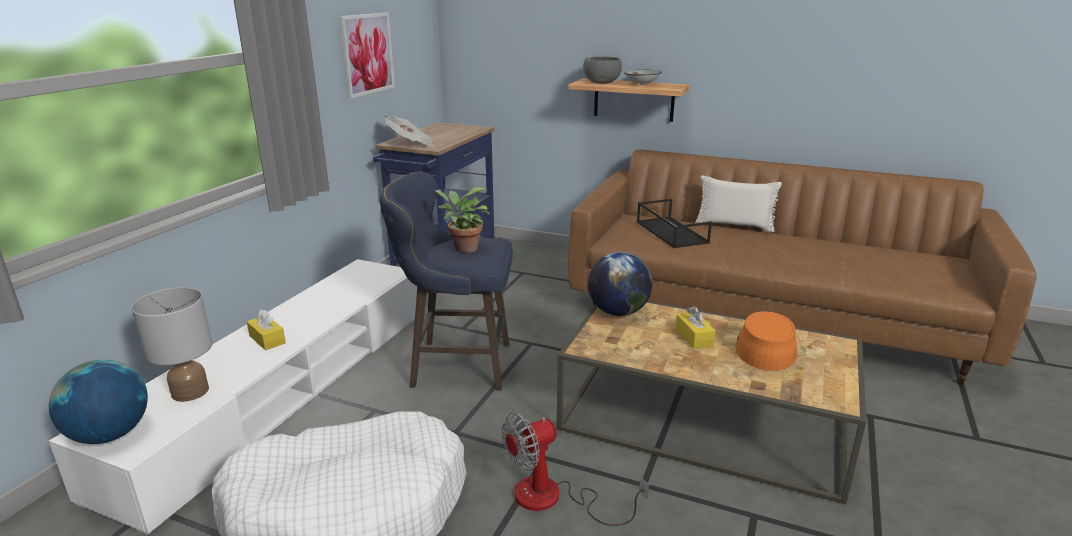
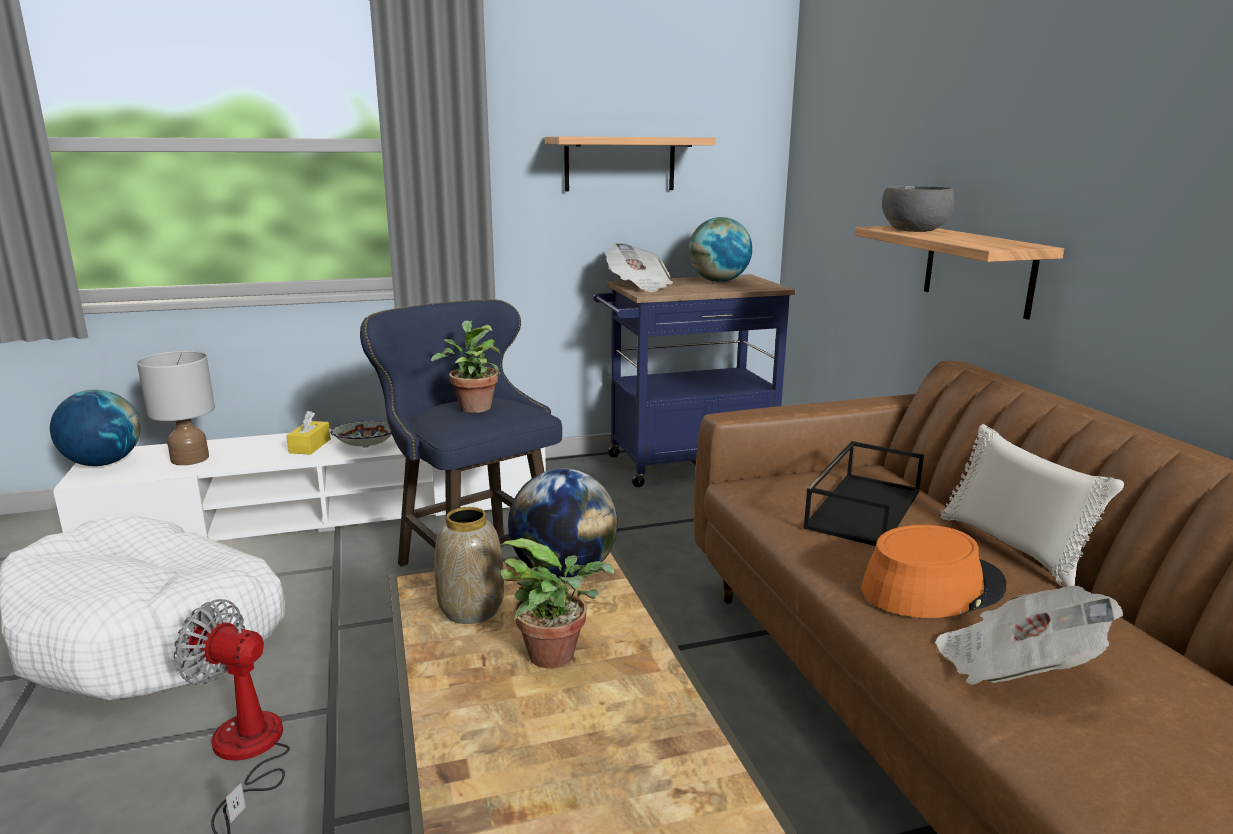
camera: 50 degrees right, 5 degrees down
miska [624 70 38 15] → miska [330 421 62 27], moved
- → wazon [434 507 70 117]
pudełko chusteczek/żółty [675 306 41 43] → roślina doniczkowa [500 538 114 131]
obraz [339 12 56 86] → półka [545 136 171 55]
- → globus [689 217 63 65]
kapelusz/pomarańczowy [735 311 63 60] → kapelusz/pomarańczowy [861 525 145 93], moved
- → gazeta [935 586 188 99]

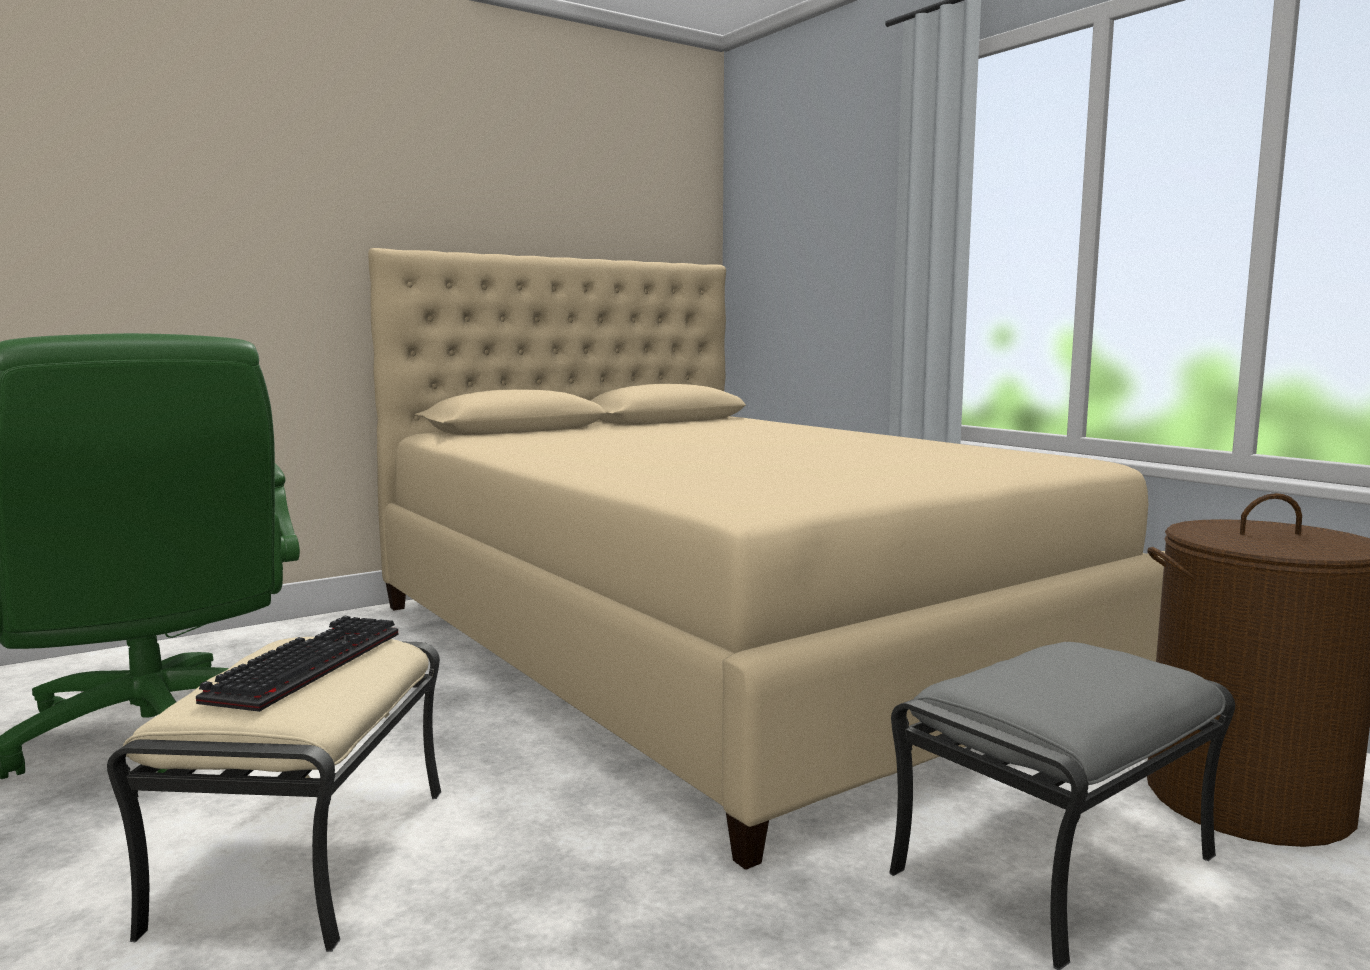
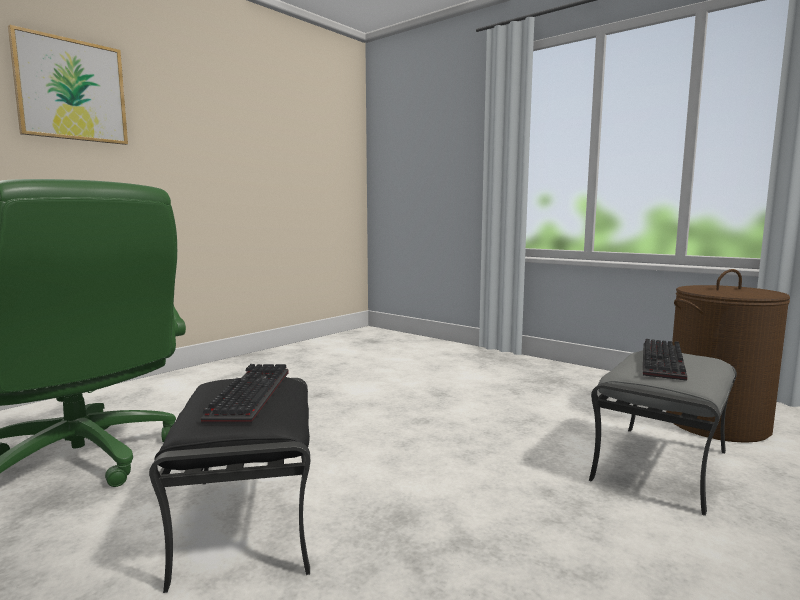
camera: 15 degrees left, 0 degrees up
- → obraz [8 25 120 120]
pufa/beżowy [107 637 334 315] → pufa/czarny [149 377 161 216]
- → klawiatura [643 339 44 42]
łóżko/beżowy [368 248 797 622] → -

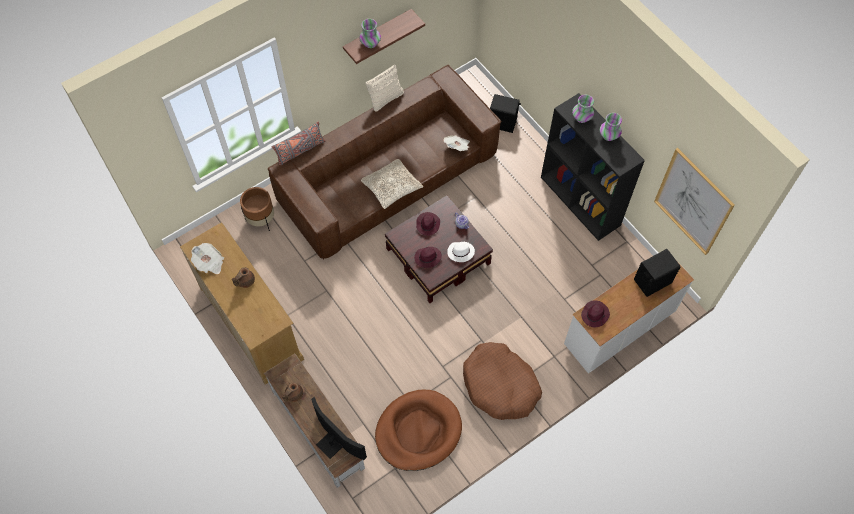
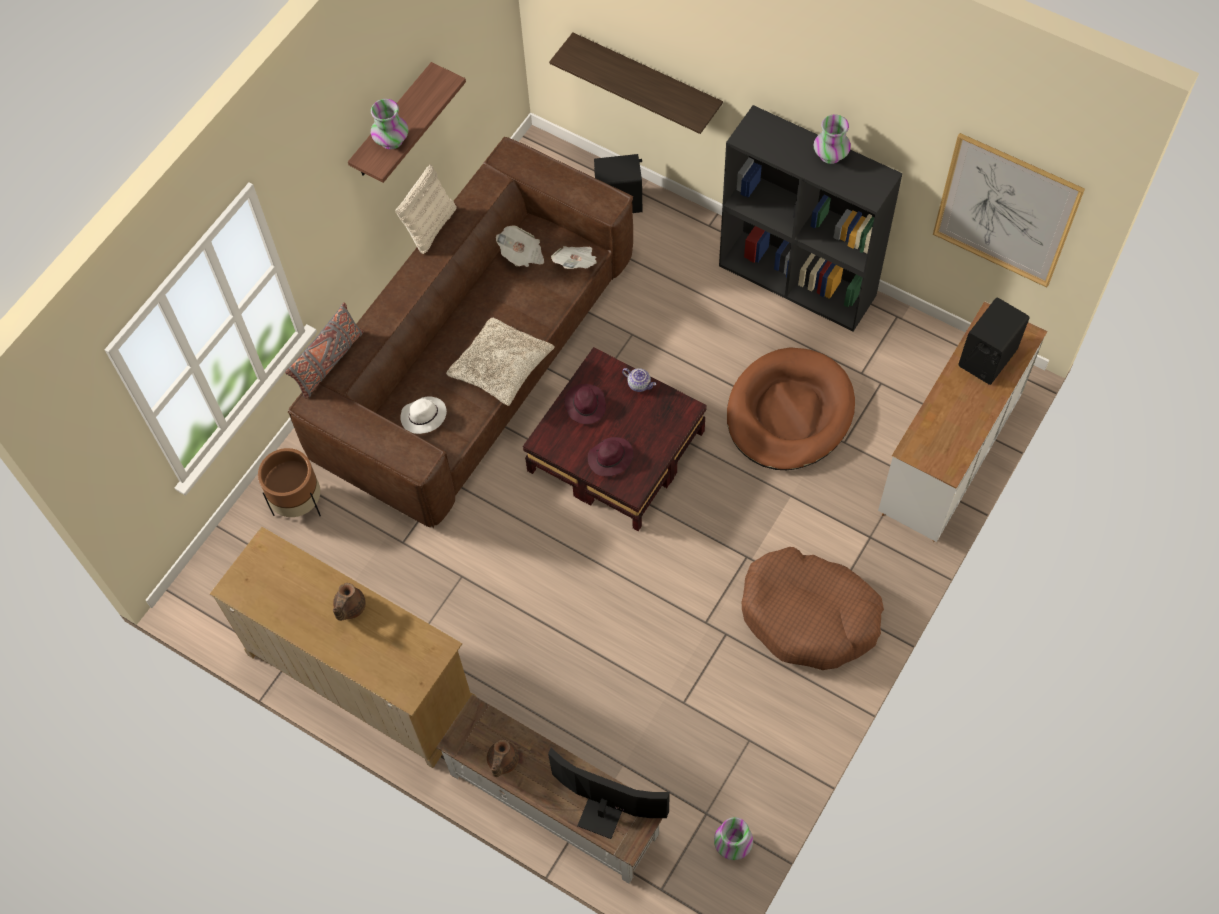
camera: 20 degrees left, 0 degrees up
kapelusz/biały [447 242 28 20] → kapelusz/biały [400 397 47 37], moved
gazeta [191 243 33 31] → gazeta [496 225 48 42], moved
- → półka [549 33 174 101]
wazon [572 95 22 28] → wazon [714 817 39 43], moved
legowisko/brązowy [375 390 87 81] → legowisko/brązowy [727 347 128 123], moved
kapelusz/fioletowy [581 300 29 27] → -

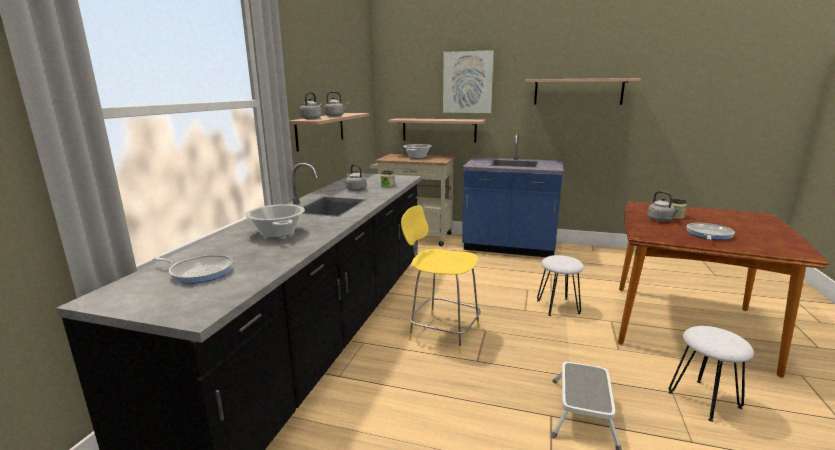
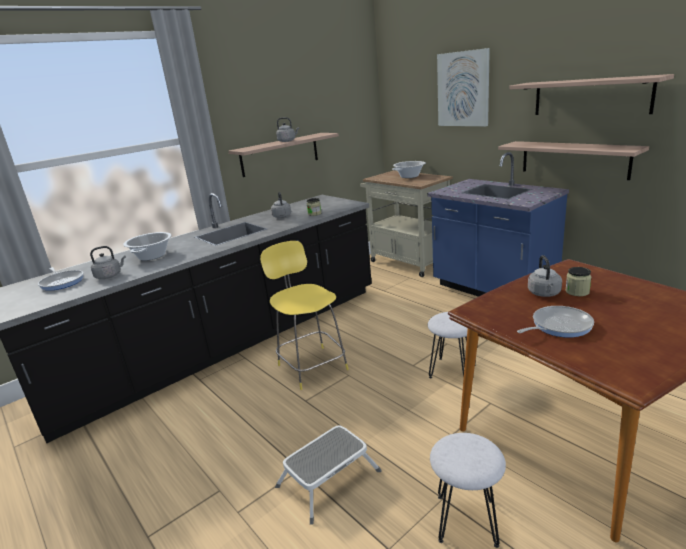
camera: 35 degrees right, 5 degrees up
czajnik/szary [300 92 22 28] → czajnik/szary [90 246 36 33], moved
półka [388 118 97 24] → półka [498 141 151 39], moved

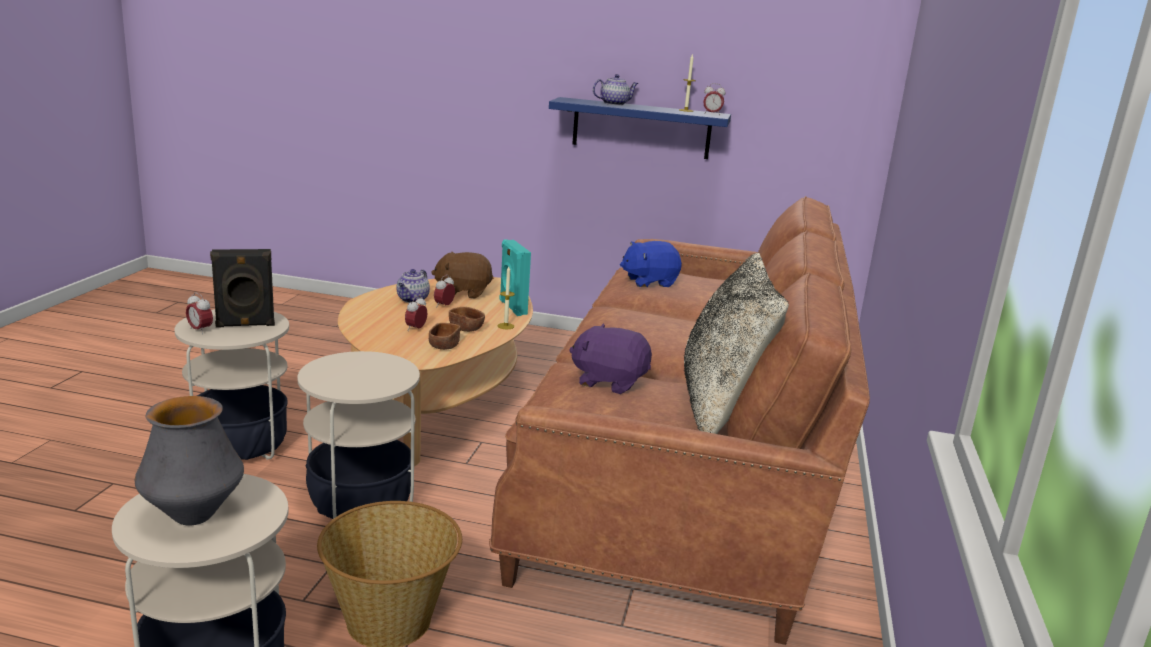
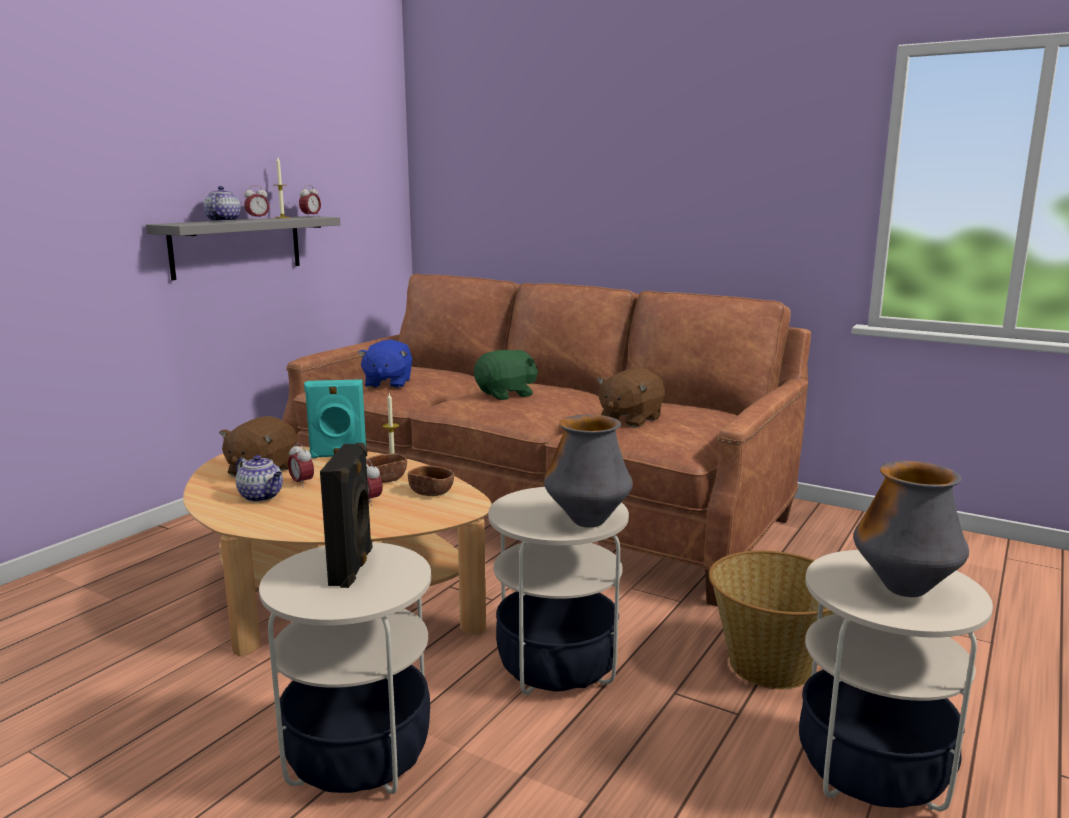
camera: 70 degrees left, 5 degrees down
półka/niebieski [549 97 182 62] → półka/szary [146 216 195 64]
budzik [186 292 27 42] → budzik [244 186 25 34], moved
- → pluszak/zielony [474 350 64 50]
- → wazon [544 415 89 113]
pluszak/fioletowy [569 324 83 70] → pluszak/brązowy [597 368 68 59]
poduszka/beżowy [684 252 105 182] → -

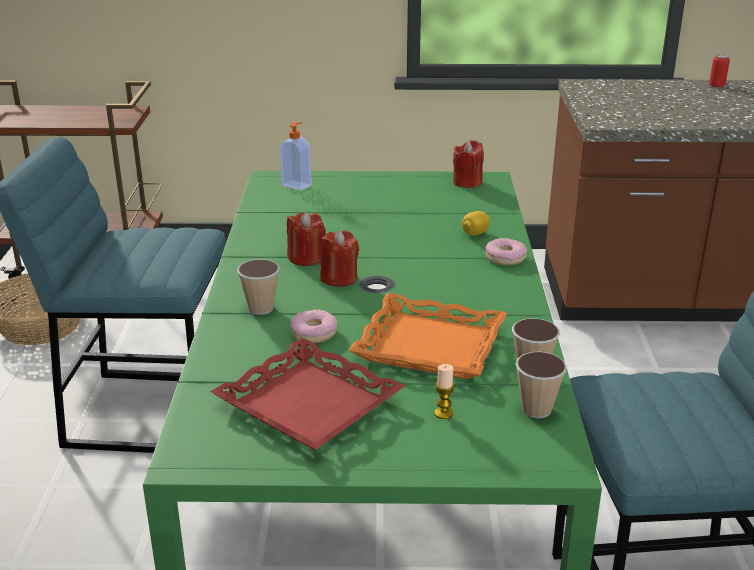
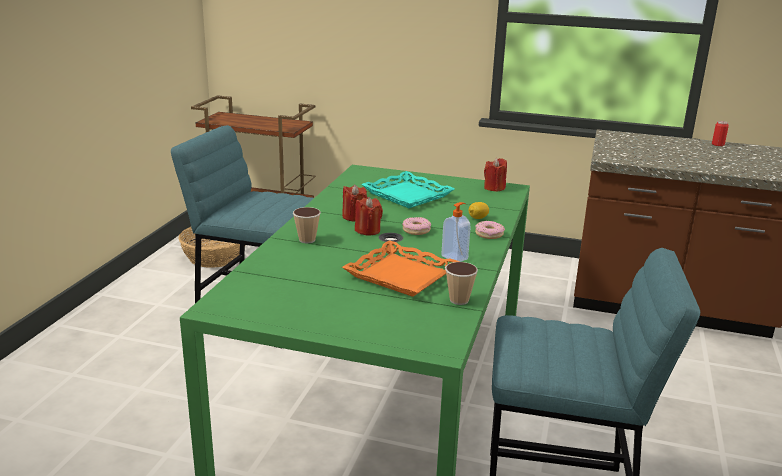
camera: 15 degrees right, 5 degrees down
- → taca/turkusowy [361 171 94 37]
donut [290 309 47 34] → donut [402 217 29 18], moved
dozownik mydła [280 122 32 69] → dozownik mydła [441 202 30 60], moved
taca/czerwony [210 338 195 112] → -
świeca [434 364 21 55] → -
filiżanka [516 352 51 67] → -

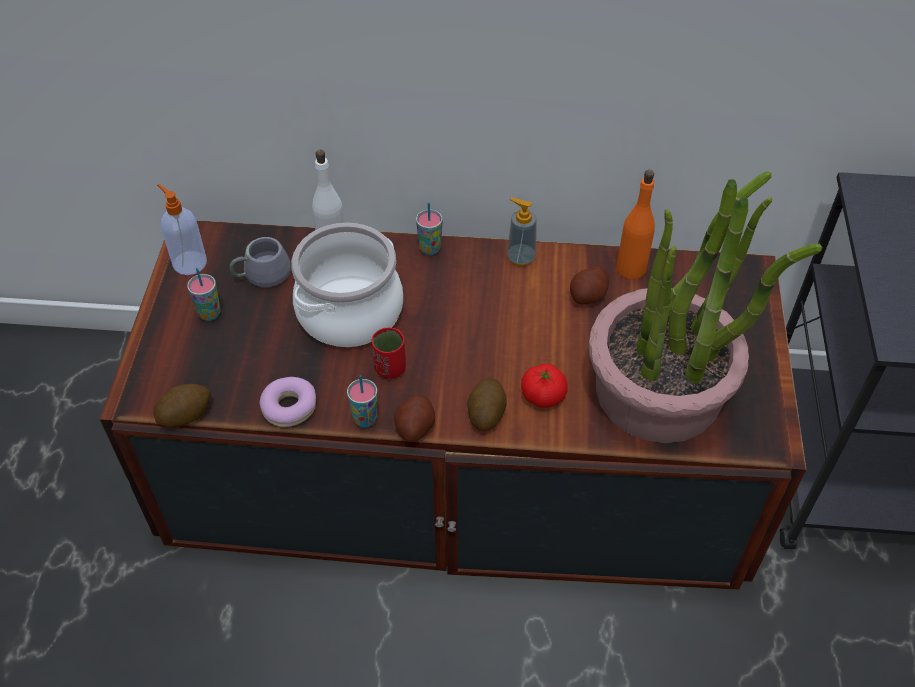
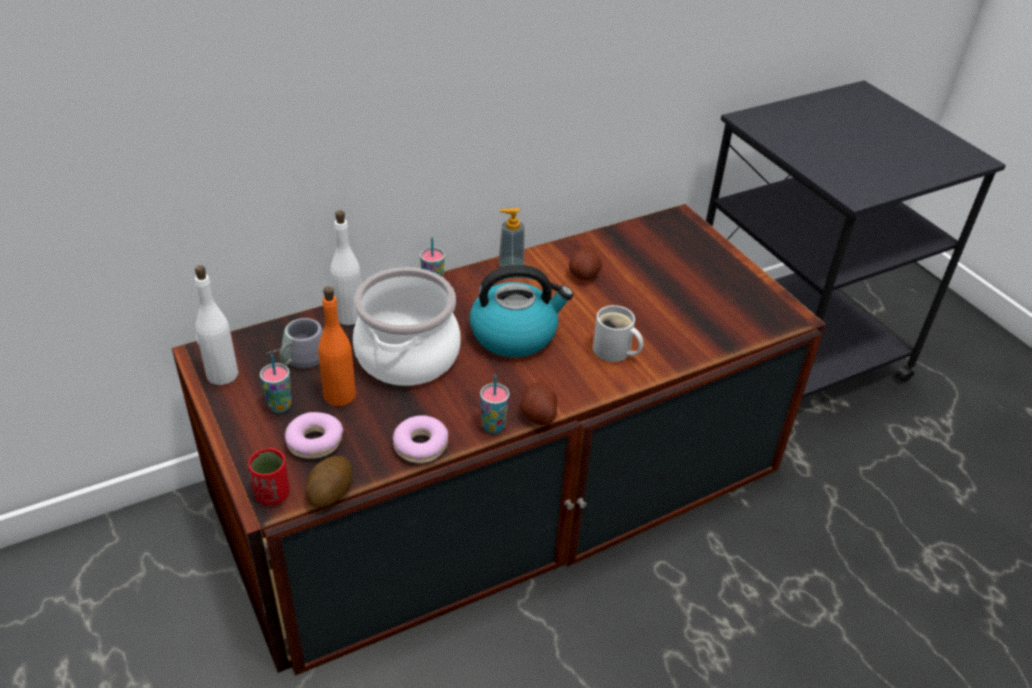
camera: 35 degrees left, 10 degrees down
dozownik mydła [157 184 50 91] → butelka/biały [195 265 43 120]
filiżanka/czerwony [372 327 34 52] → filiżanka/czerwony [248 448 42 57], moved
- → donut [285 412 59 47]
butelka/pomarańczowy [617 170 38 109] → butelka/pomarańczowy [318 286 38 120], moved
- → czajnik [469 265 104 92]
pomidor [521 364 47 44] → kubek/biały [593 305 50 57]
ziemniak [467 378 40 53] → -
roślina doniczkowa [589 171 234 272] → -

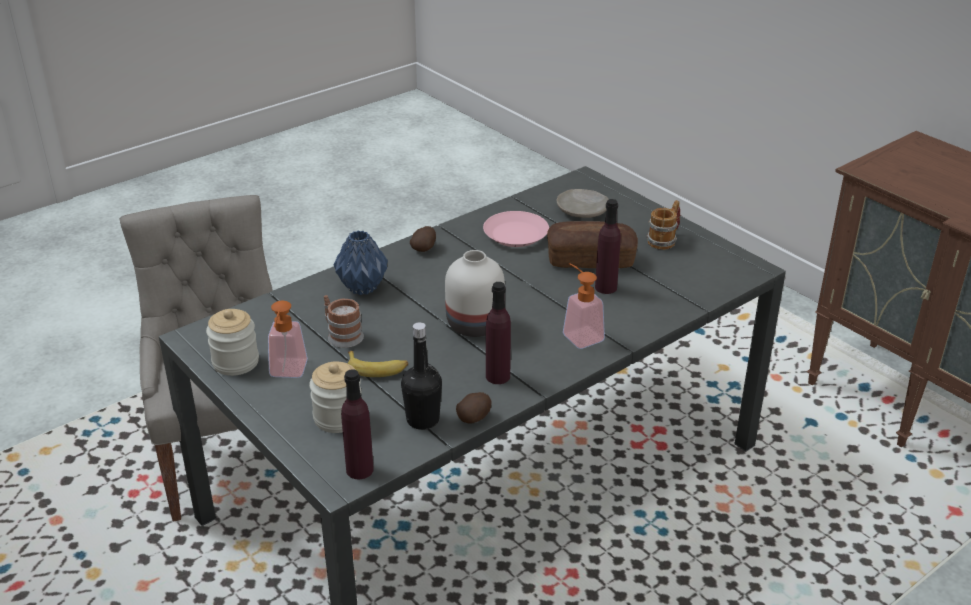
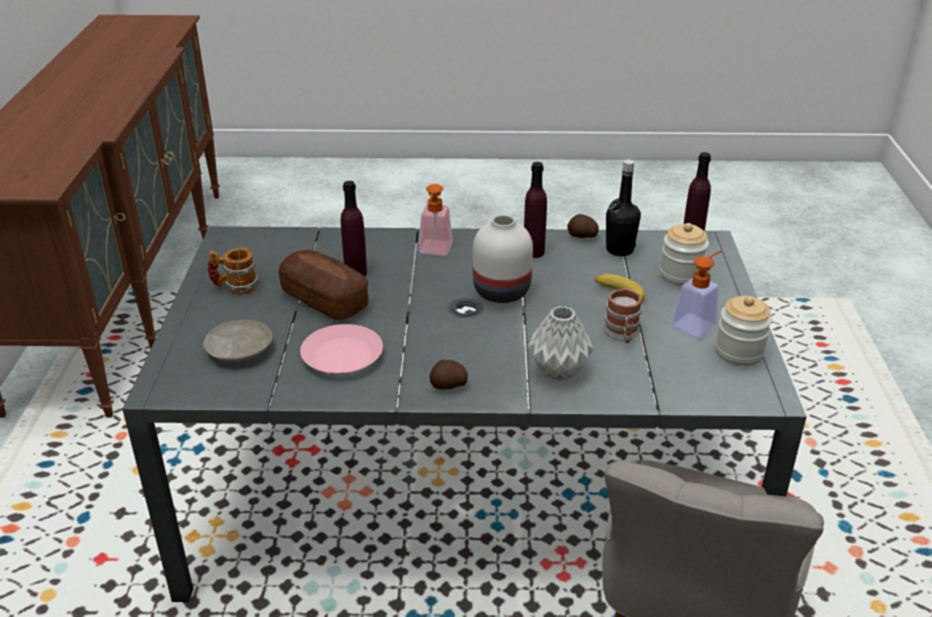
camera: 140 degrees left, 0 degrees up
wazon/niebieski [334 230 54 65] → wazon/szary [528 306 65 76]

